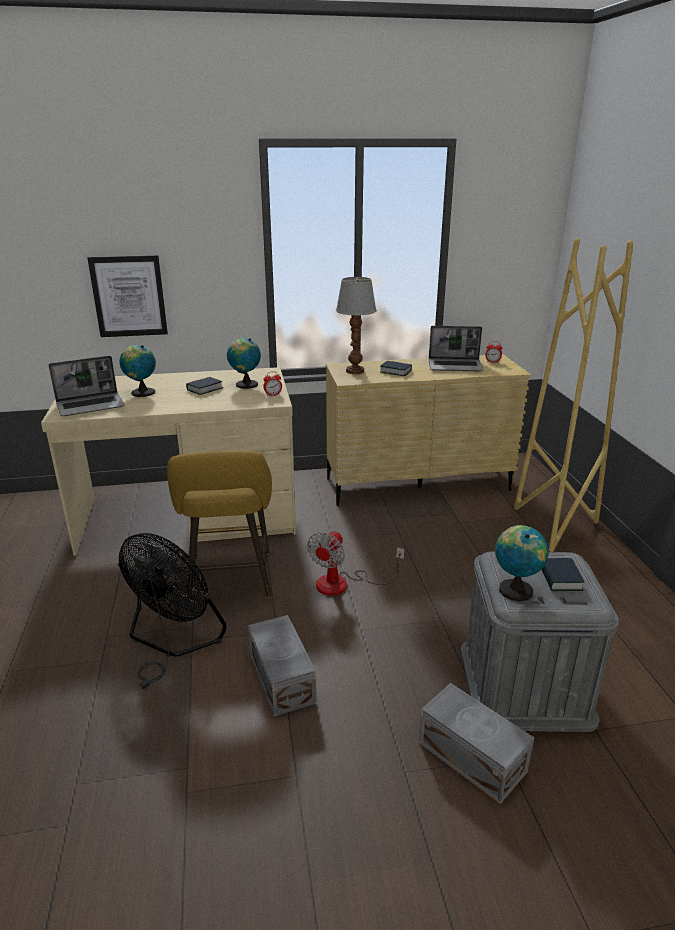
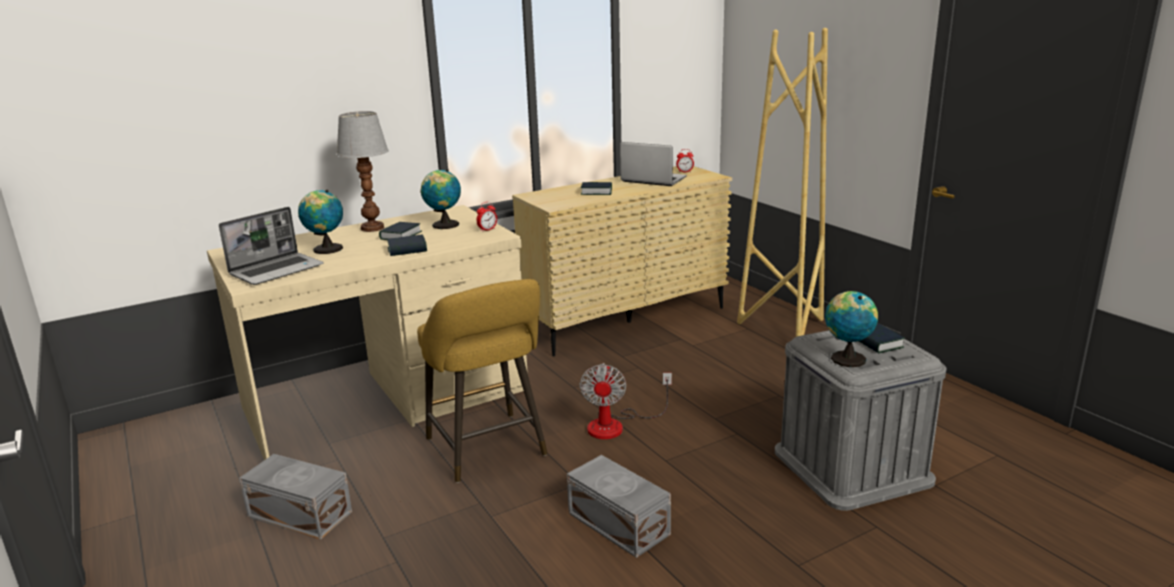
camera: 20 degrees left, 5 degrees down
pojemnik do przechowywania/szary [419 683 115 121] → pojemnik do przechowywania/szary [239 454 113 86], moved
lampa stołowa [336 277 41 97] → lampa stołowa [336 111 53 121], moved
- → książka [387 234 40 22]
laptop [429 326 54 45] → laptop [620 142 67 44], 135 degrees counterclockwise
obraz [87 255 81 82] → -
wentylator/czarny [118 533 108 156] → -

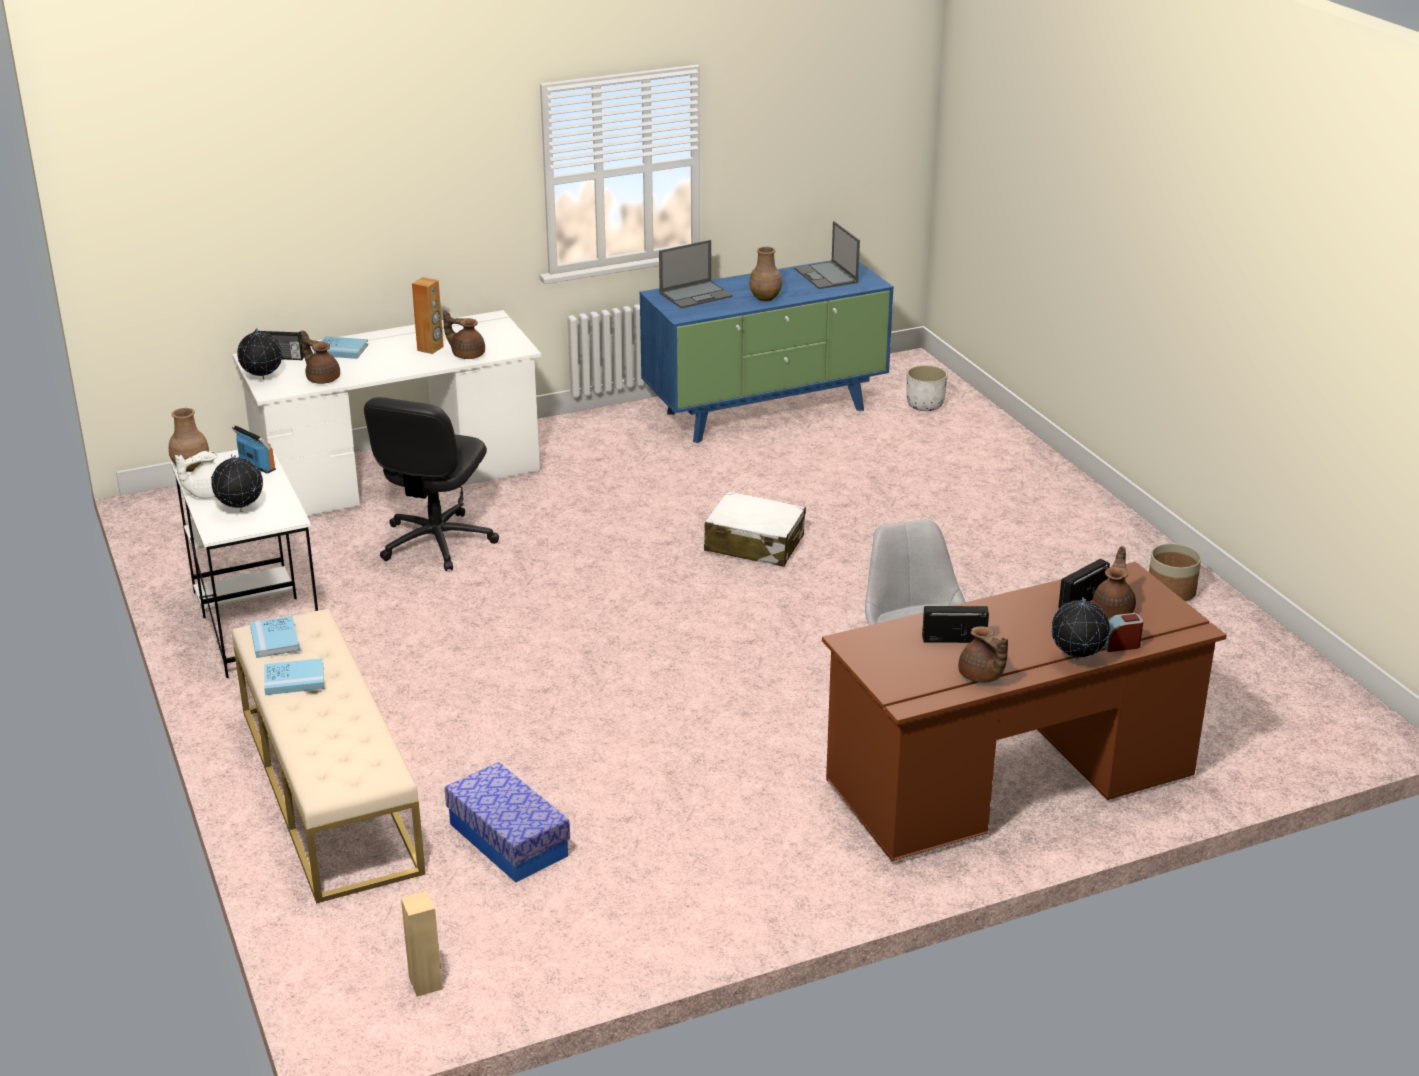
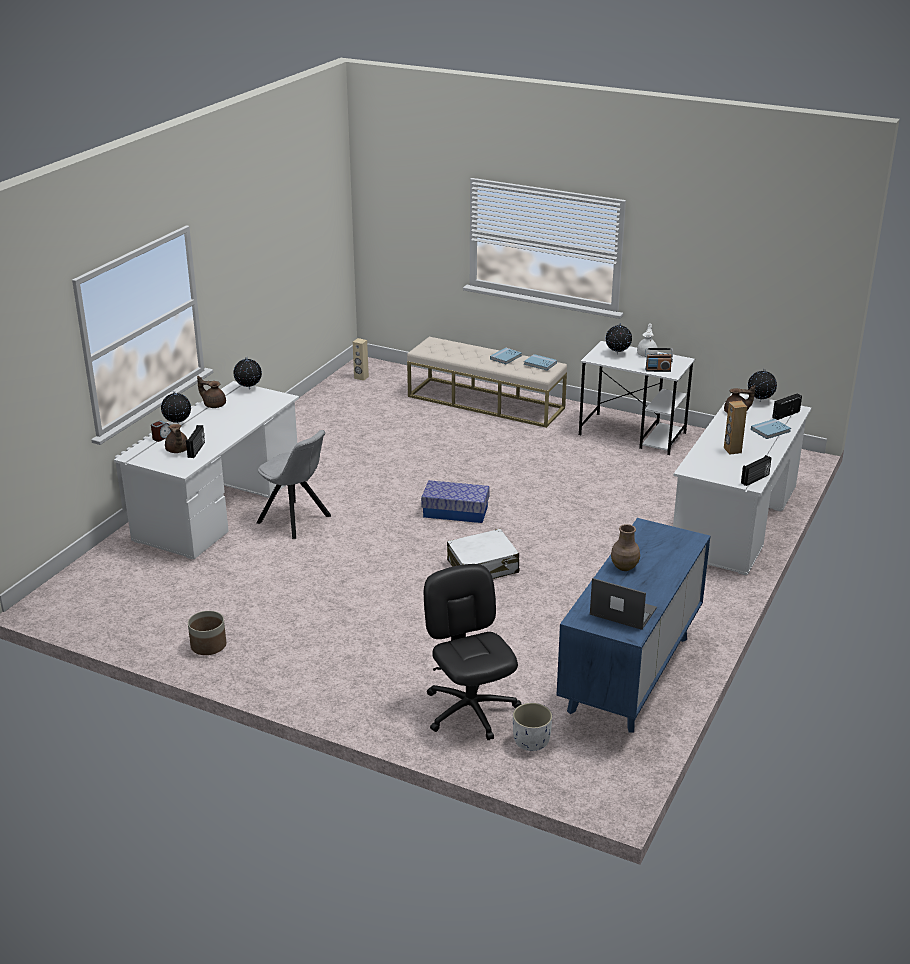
camera: 140 degrees right, 0 degrees up
biurko/brązowy [822 562 405 301] → biurko/biały [114 381 185 179]
- → globus [234 357 28 32]
pojemnik do przechowywania [444 762 126 120] → pojemnik do przechowywania [421 480 69 43], moved
krzesło biurowe/czarny [364 397 135 174] → krzesło biurowe/czarny [424 564 98 176], moved
radio [922 606 67 37] → radio [741 455 30 31], moved
wazon/brązowy [169 408 40 64] → -
imbryk/brązowy [443 310 42 49] → -
laptop [659 240 74 68] → -

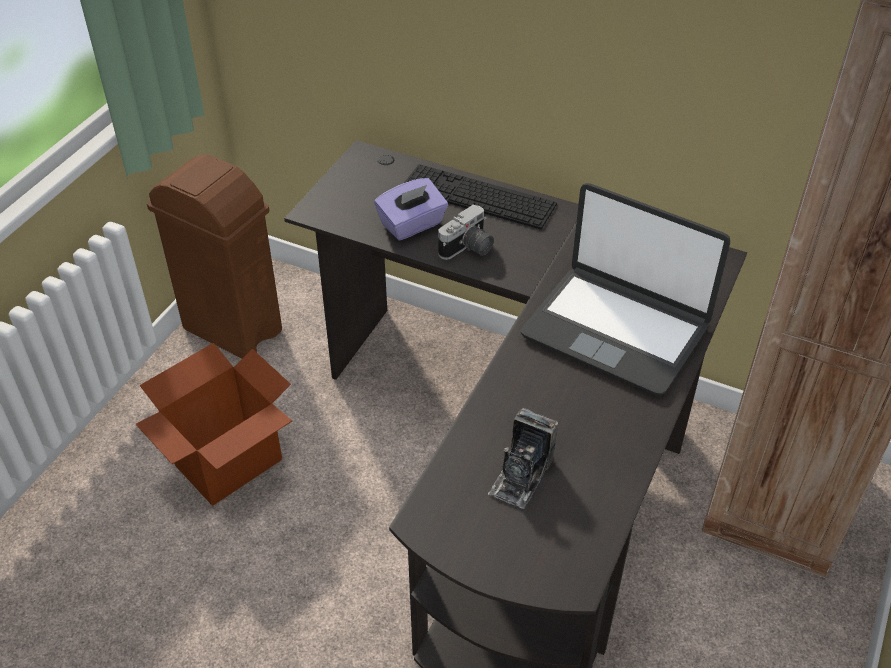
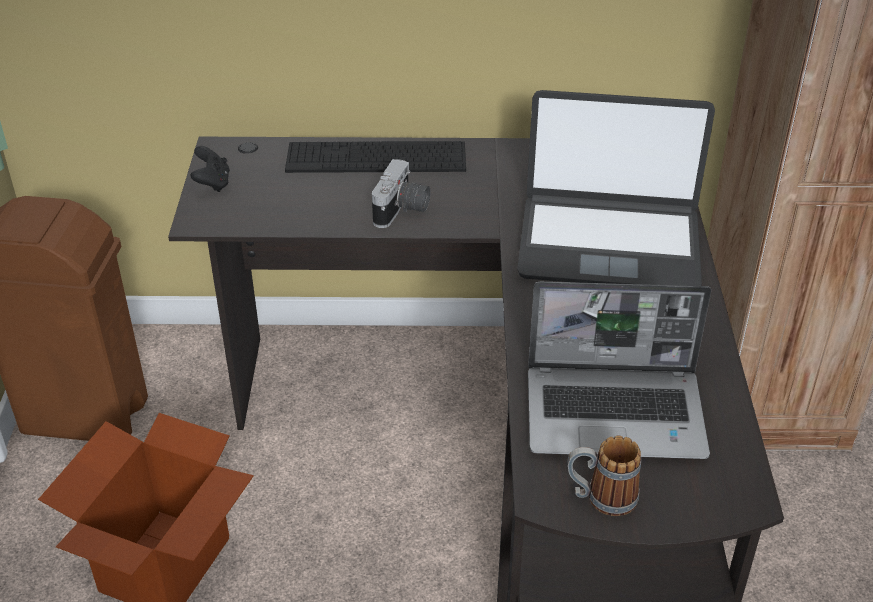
camera: 25 degrees left, 5 degrees down
- → pad do gier/czarny [190 146 40 46]
aparat fotograficzny [488 408 70 101] → laptop [528 282 183 177]
- → kubek [567 436 74 80]
pudełko chusteczek/fioletowy [374 178 74 62] → -

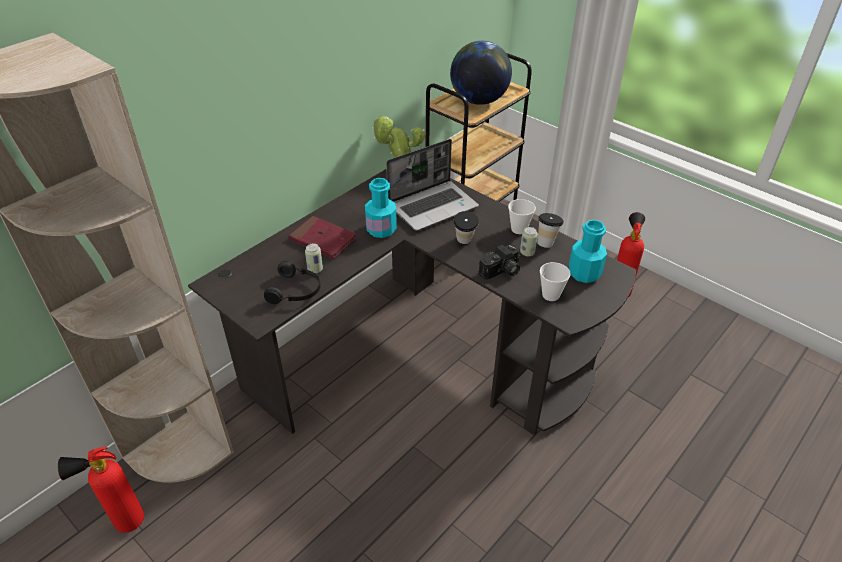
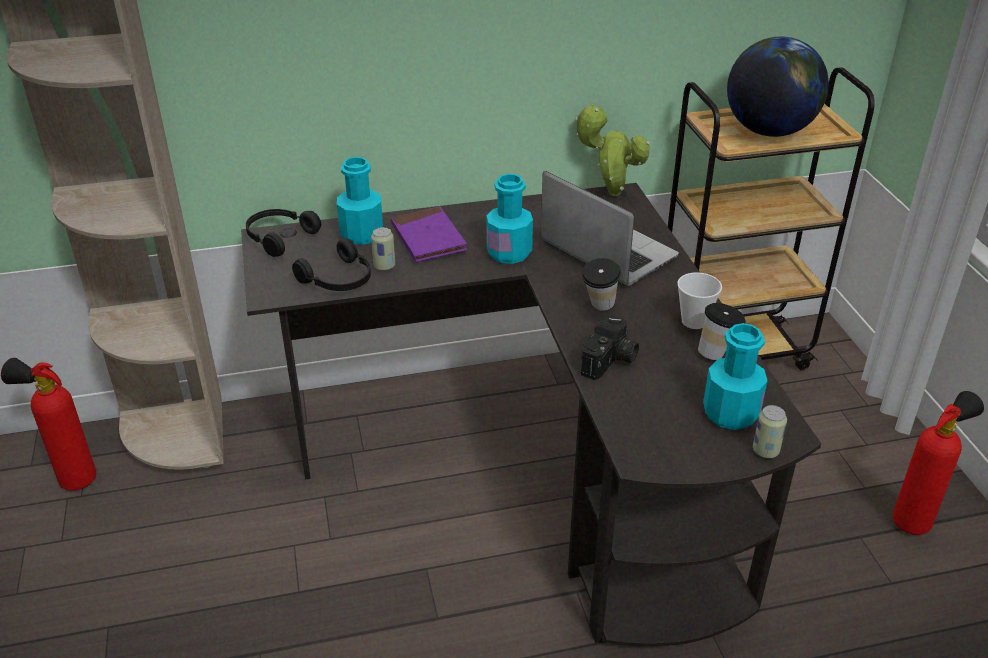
camera: 35 degrees right, 5 degrees down
- → słuchawki/czarny [246 209 75 48]
- → butelka/turkusowy [337 157 46 88]
książka/czerwony [288 216 69 43] → książka/fioletowy [391 206 76 56]
laptop [386 139 93 92] → laptop [540 171 139 115], 135 degrees counterclockwise
aparat fotograficzny [479 244 41 36] → aparat fotograficzny [581 315 58 65], 60 degrees counterclockwise
puszka [520 227 18 29] → puszka [753 405 34 53], moved
filiżanka [540 262 31 39] → -

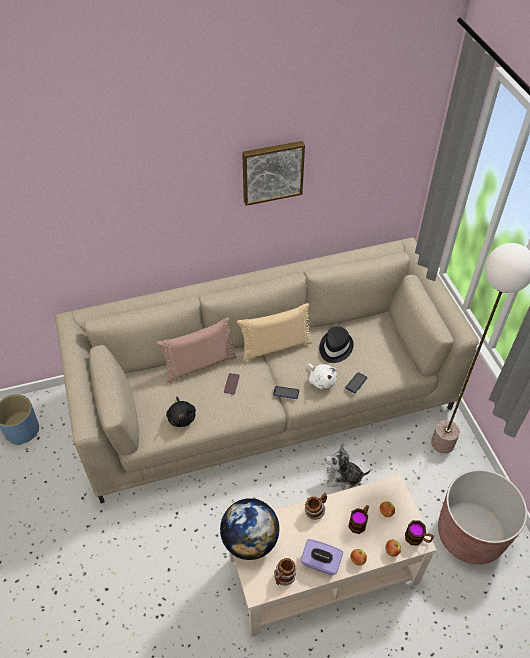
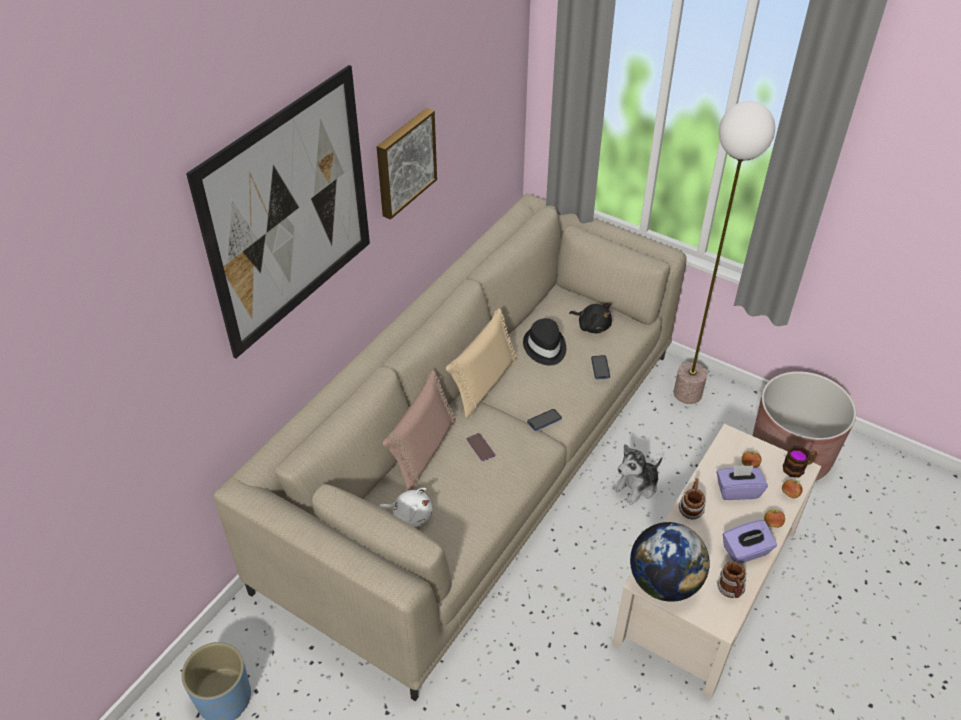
camera: 40 degrees left, 5 degrees down
- → obraz [186 65 184 294]
pluszak/biały [308 363 29 26] → pluszak/biały [379 488 54 39], moved
pluszak/czarny [166 396 30 31] → pluszak/czarny [569 303 43 30], moved
kubek [348 505 21 29] → pudełko chusteczek/fioletowy [716 465 52 35]

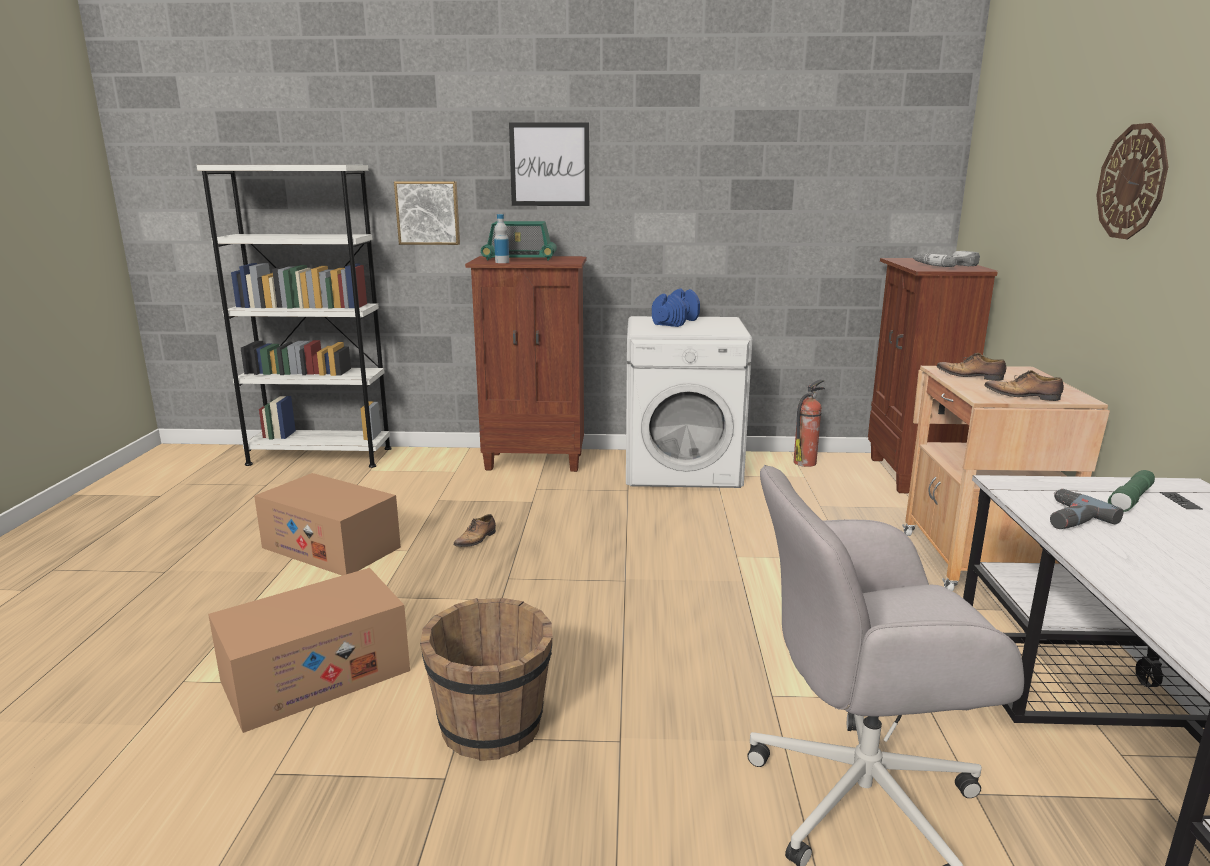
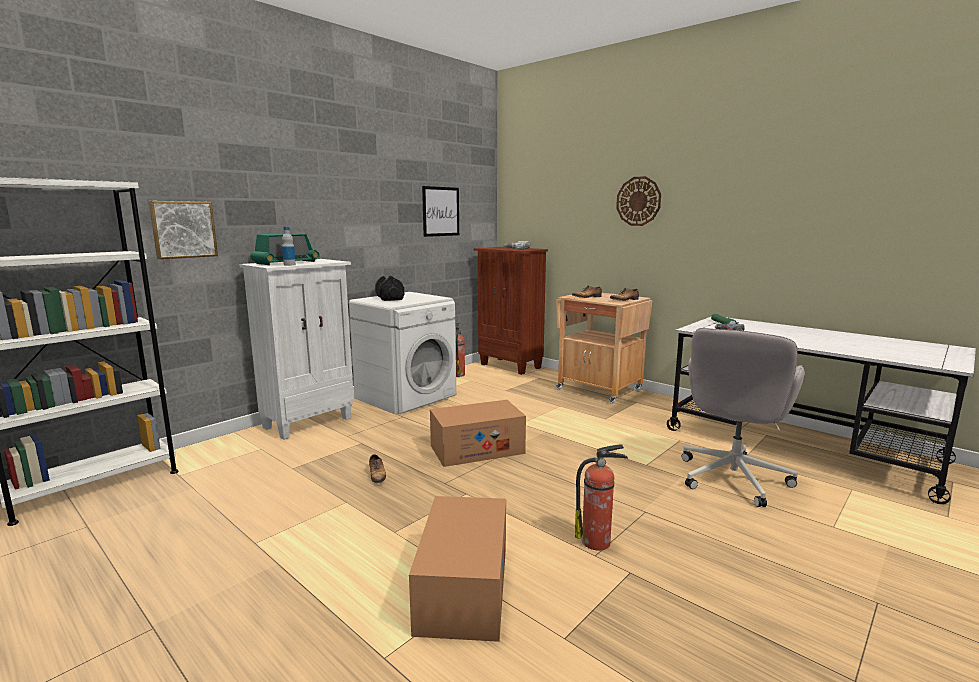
camera: 50 degrees left, 5 degrees down
szafka/brązowy [465 256 121 216] → szafka/biały [240 259 114 181]
hantel/niebieski [652 289 48 38] → hantel/czarny [375 276 29 25]
obraz [509 123 81 83] → obraz [422 186 37 51], moved
karton [254 473 147 102] → karton [430 400 96 67], moved
wiadro/brązowy [420 598 133 163] → gaśnica [575 444 53 107]

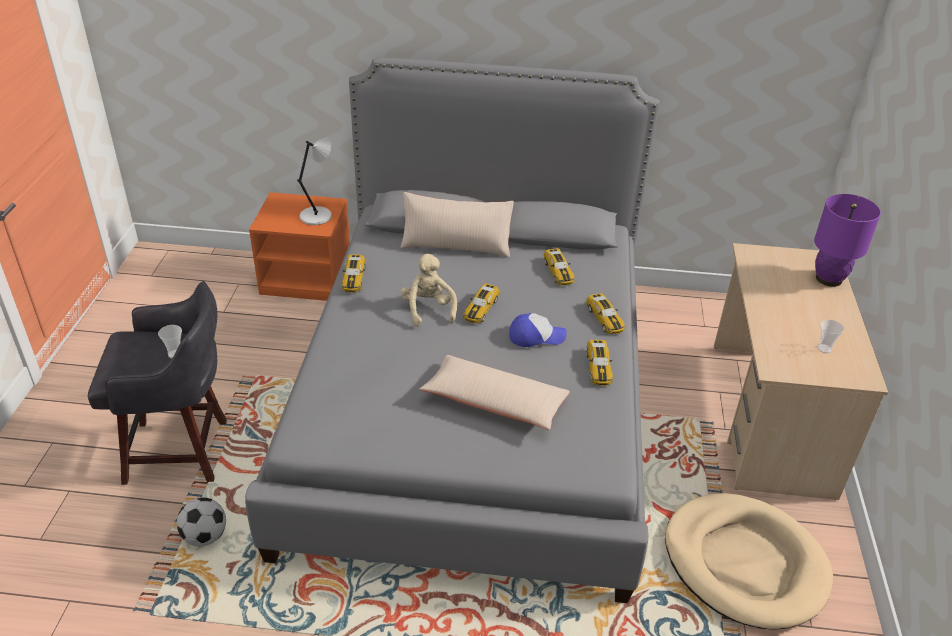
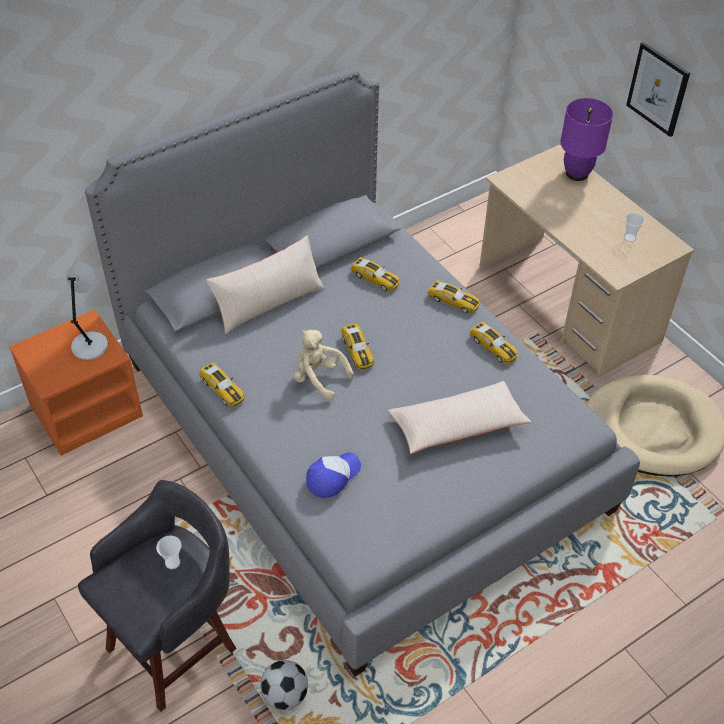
camera: 40 degrees left, 10 degrees up
czapka z daszkiem [509 313 58 34] → czapka z daszkiem [306 452 55 46], moved
- → obraz [626 42 64 95]

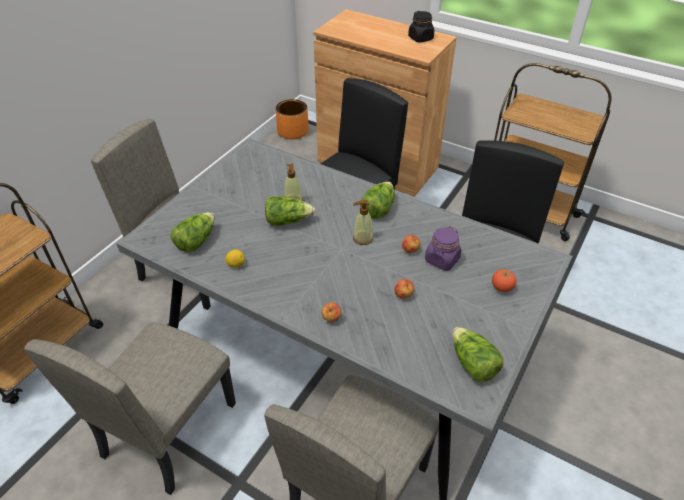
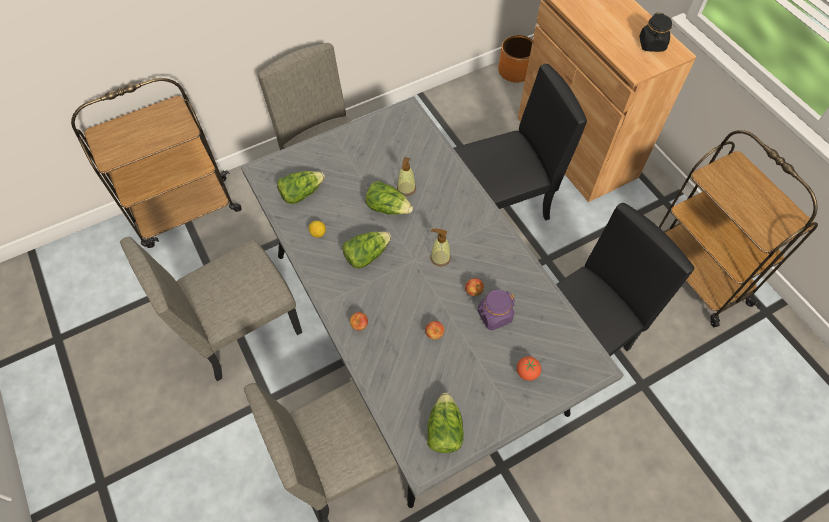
camera: 30 degrees right, 15 degrees up
sałata [360 181 35 38] → sałata [342 232 49 36], moved

